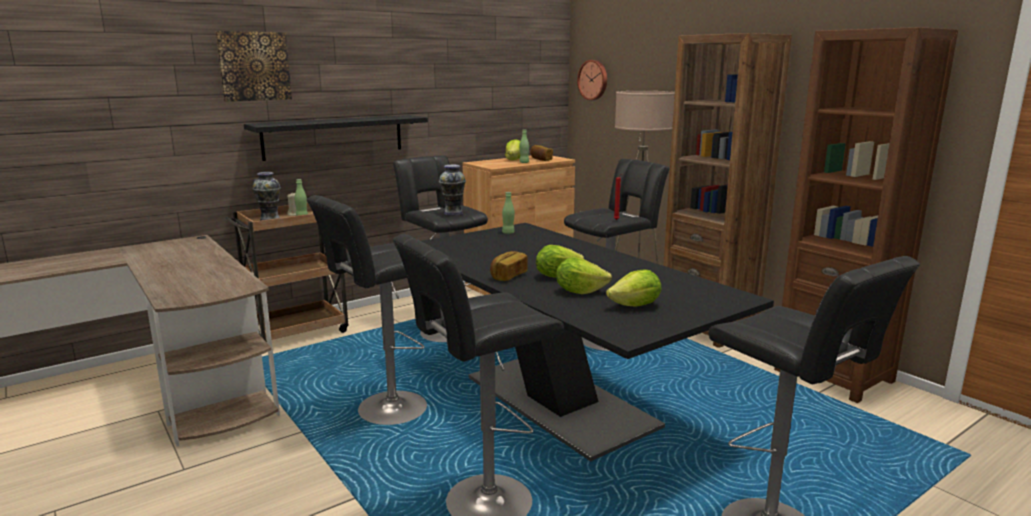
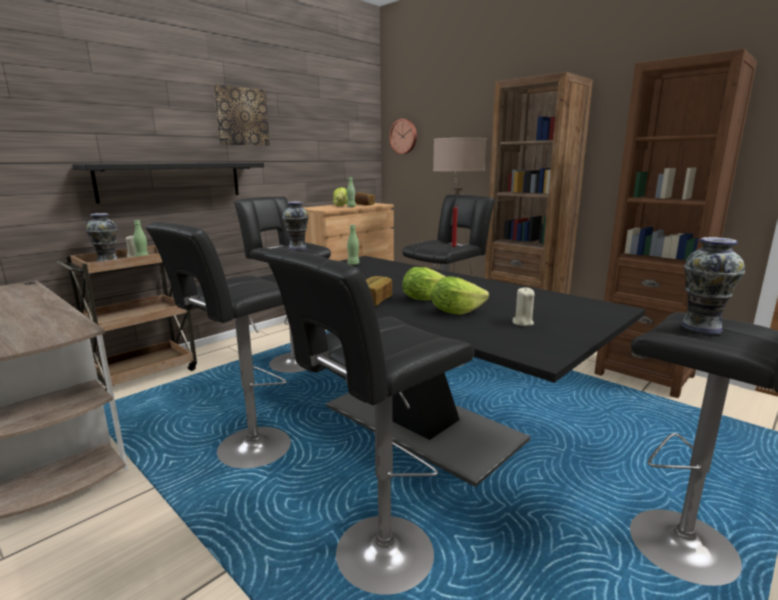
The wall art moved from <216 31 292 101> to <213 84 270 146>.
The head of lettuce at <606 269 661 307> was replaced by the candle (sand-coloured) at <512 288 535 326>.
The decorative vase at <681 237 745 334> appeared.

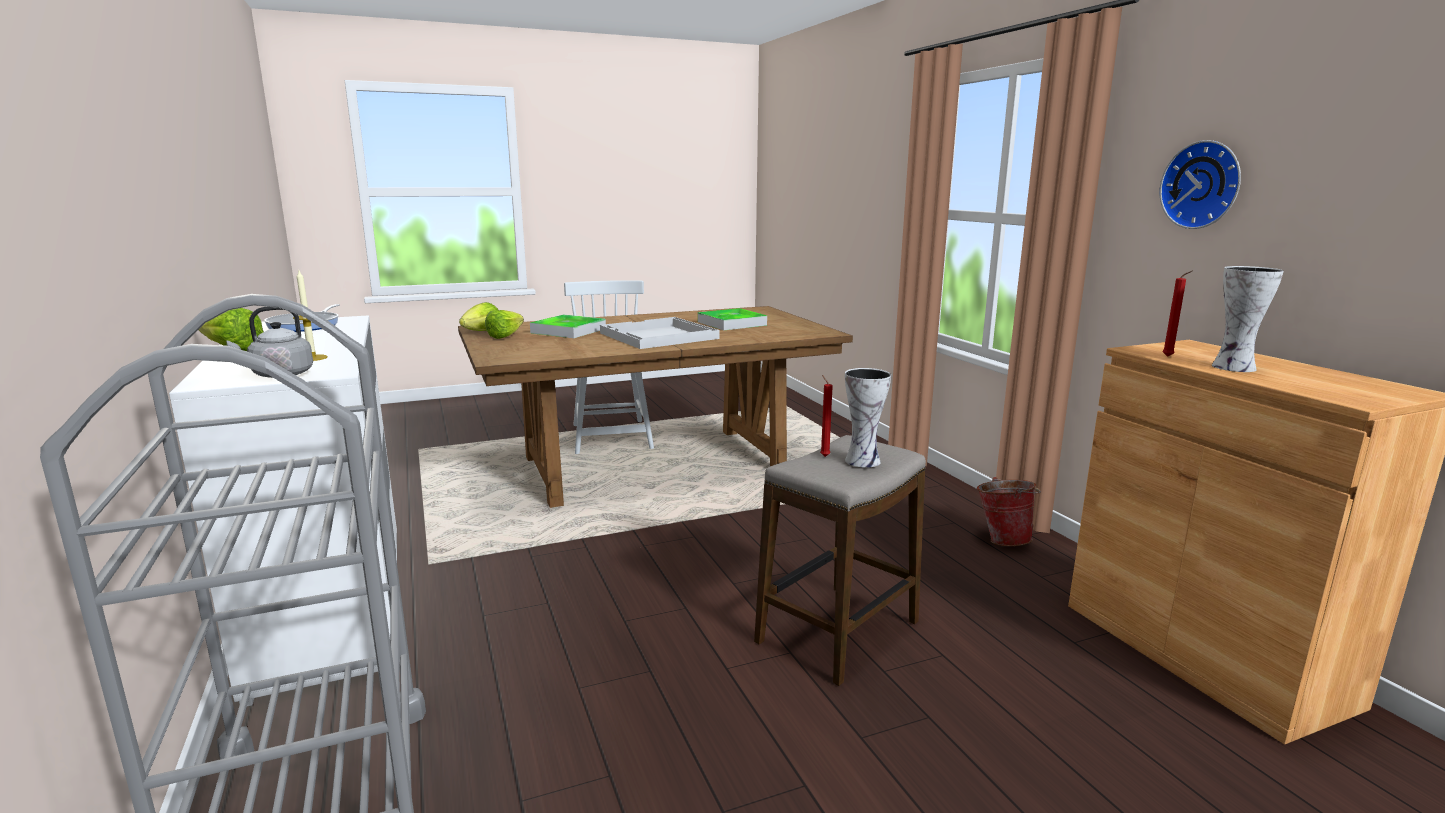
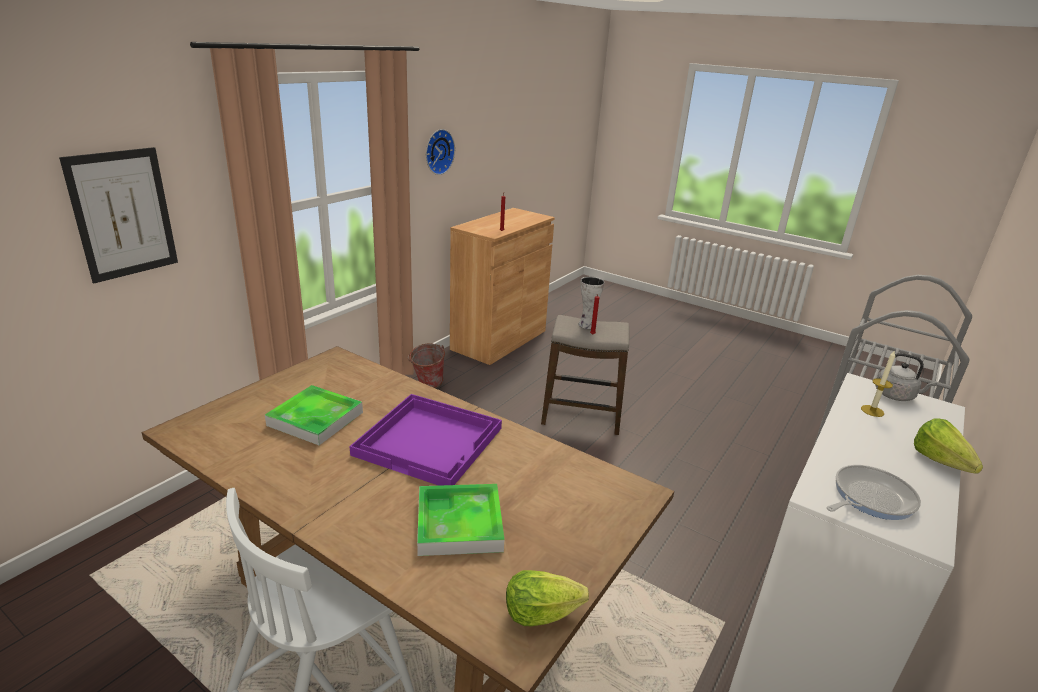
The head of lettuce at <485 310 524 339> disappeared.
The tray (whitish) at <600 317 719 349> became the tray (purple-coloured) at <350 394 502 486>.
The decorative vase at <1212 266 1284 372> disappeared.
The wall art at <59 147 178 283> appeared.

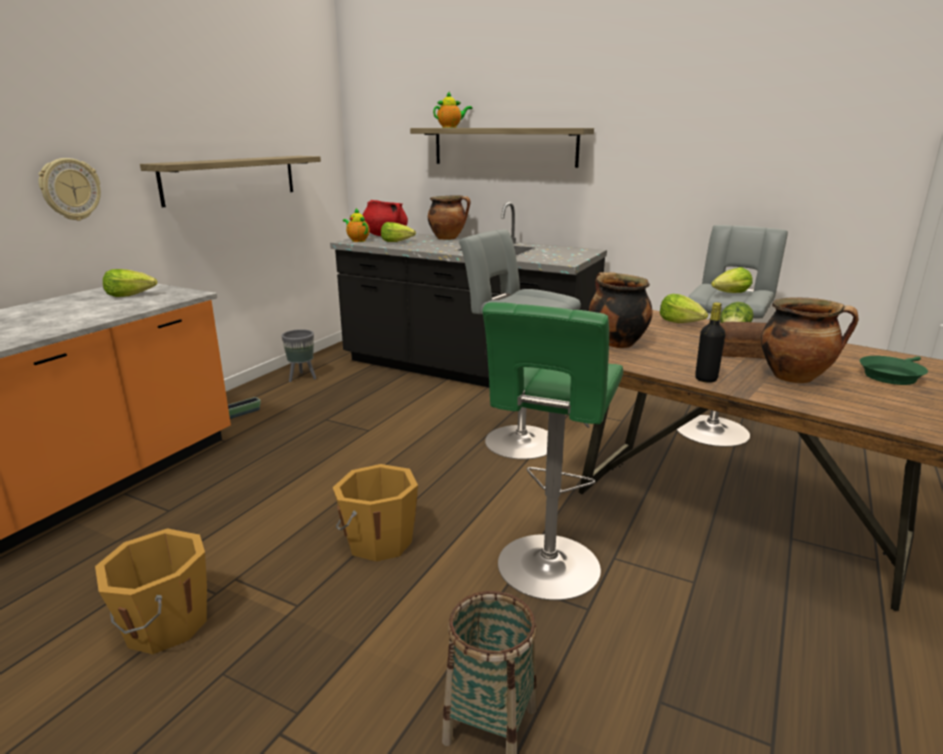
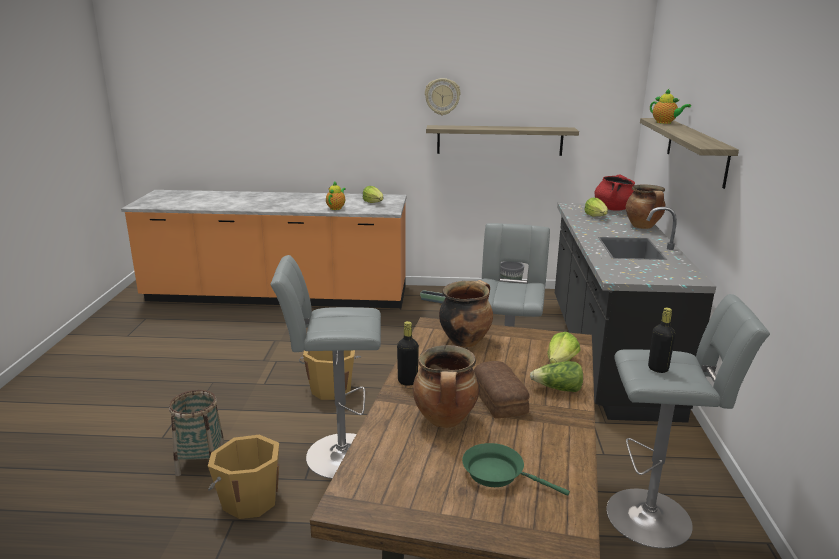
The wall clock moved from <38 158 101 221> to <425 78 461 115>.
The water bucket (orangey) moved from <95 528 207 654> to <208 435 279 519>.
The tea pot moved from <343 208 370 242> to <326 182 346 210>.
The stool (green-coloured) at <483 302 623 601> became the stool (greyish) at <270 255 381 479>.
The head of lettuce at <711 267 753 293> was replaced by the beverage bottle (black) at <648 308 676 373>.

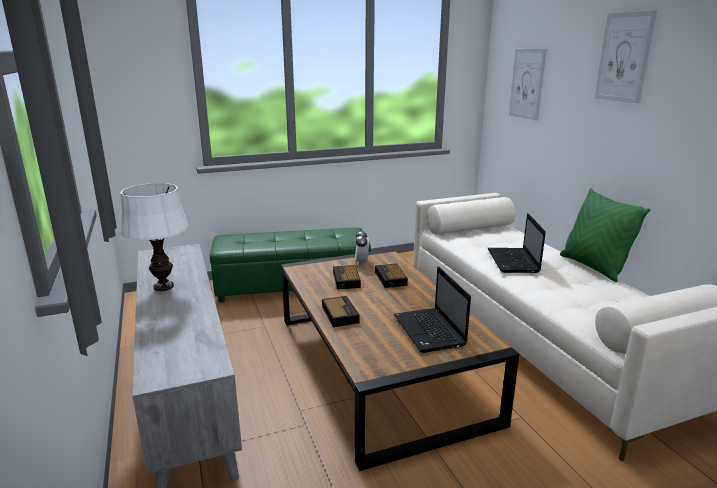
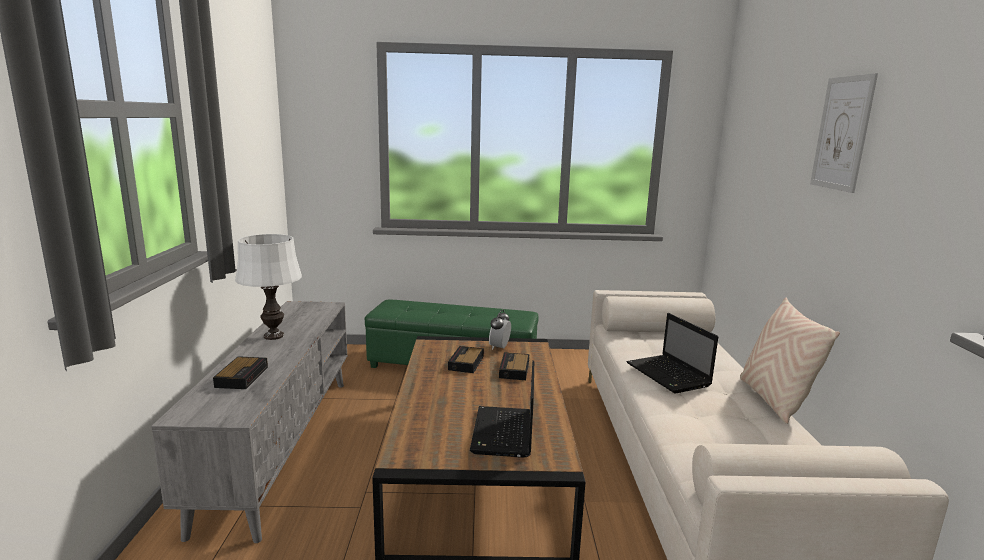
The bedside clock moved from <322 296 359 327> to <213 356 268 389>.
The notebook computer at <487 213 546 273> turned 45 degrees counterclockwise.
The wall art at <509 49 546 121> disappeared.
The throw pillow (green-coloured) at <560 188 650 282> became the throw pillow (sand-coloured) at <740 298 840 424>.

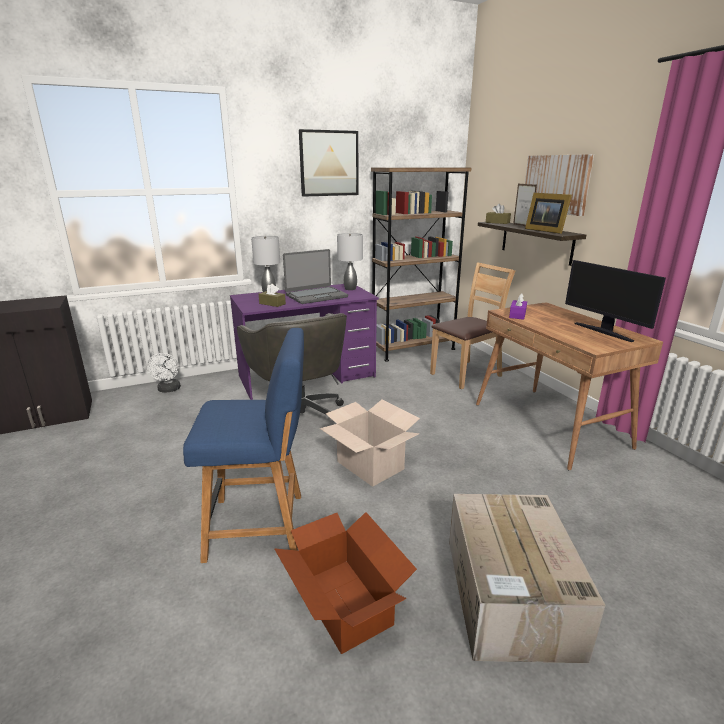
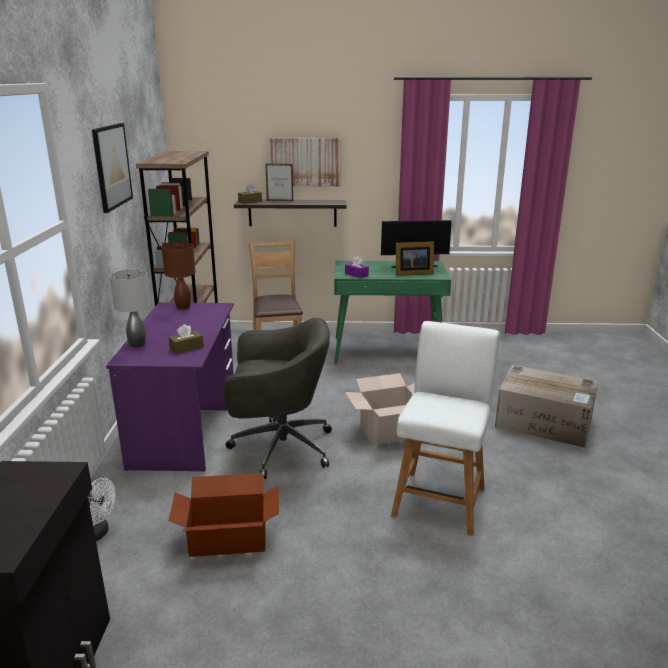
The chair (bluish) at <183 328 304 563> became the chair (whitish) at <391 321 500 536>.
The cardboard box moved from <274 512 417 654> to <169 473 279 557>.
The notebook computer at <283 249 348 304> disappeared.
The table lamp (greyish) at <337 233 363 290> became the table lamp (brown-coloured) at <162 242 196 309>.
The desk (brown-coloured) at <476 302 663 471> became the desk (green-coloured) at <334 261 451 364>.
The standing frame moved from <525 193 572 234> to <396 241 434 276>.

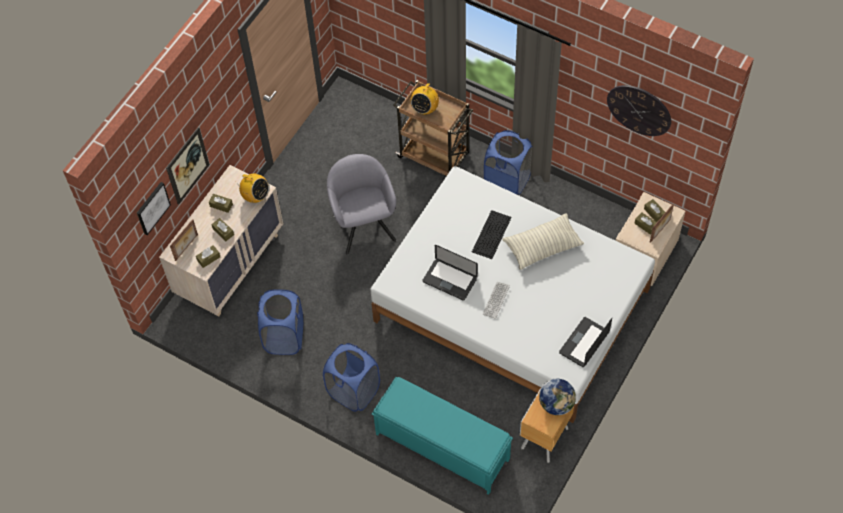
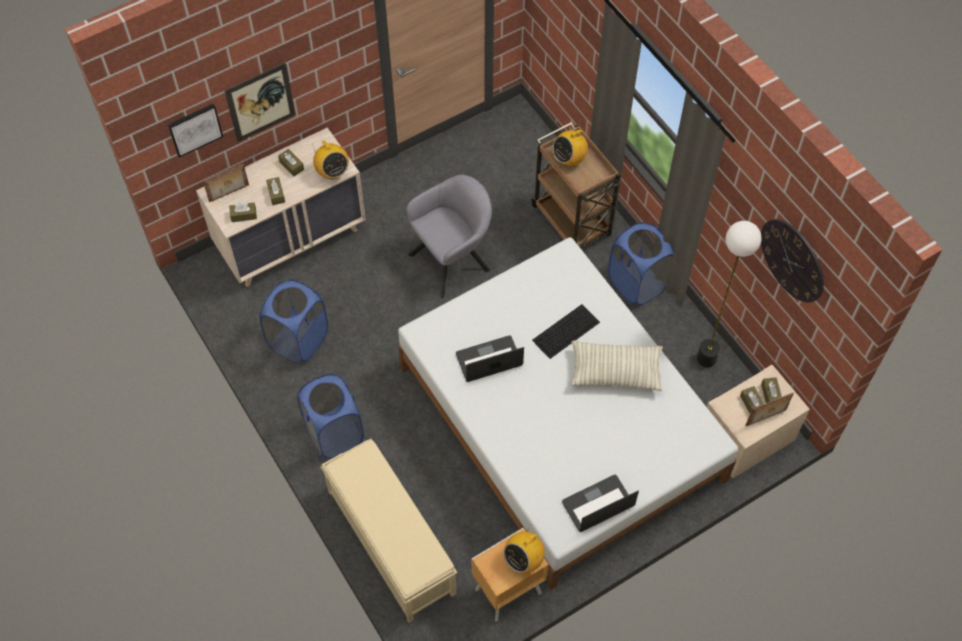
The armchair (greyish) at <327 154 396 254> turned 45 degrees clockwise.
The bench (blue-green) at <372 377 513 495> became the bench (sand-coloured) at <321 439 458 623>.
The notebook computer at <422 245 478 300> turned 105 degrees clockwise.
The computer keyboard at <482 282 510 319> disappeared.
The globe at <539 379 576 415> was replaced by the radio receiver at <504 524 545 573>.
The standard lamp at <697 221 762 367> appeared.

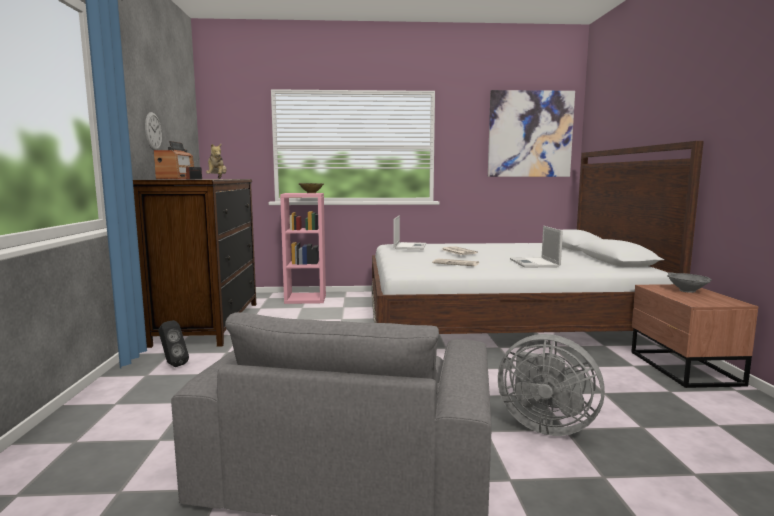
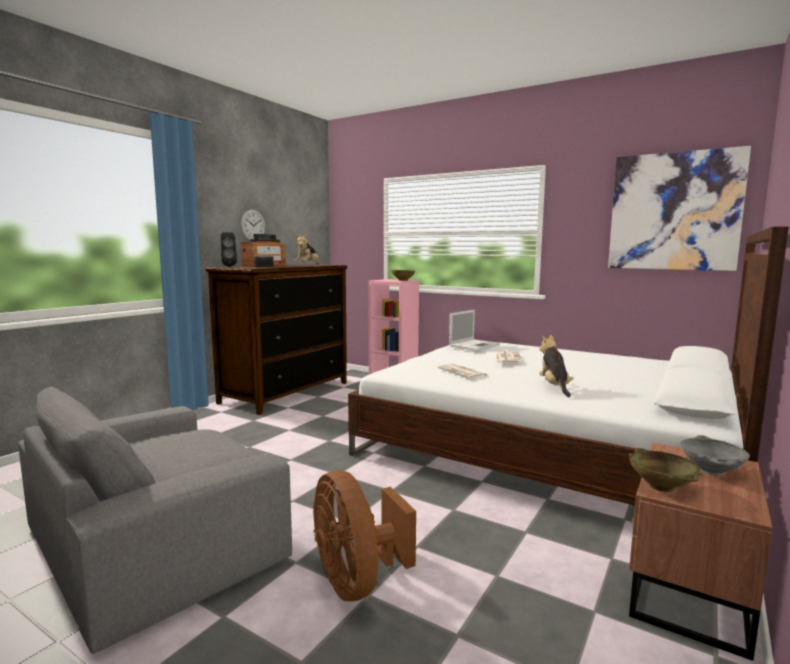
The speaker (black) moved from <158 320 189 367> to <221 232 237 267>.
The cooling fan (greyish) at <498 334 605 436> became the cooling fan (brown-coloured) at <313 470 416 601>.
The notebook computer at <510 226 563 268> was replaced by the soft toy at <539 335 574 397>.
The serving bowl (sand-coloured) at <629 448 702 492> appeared.

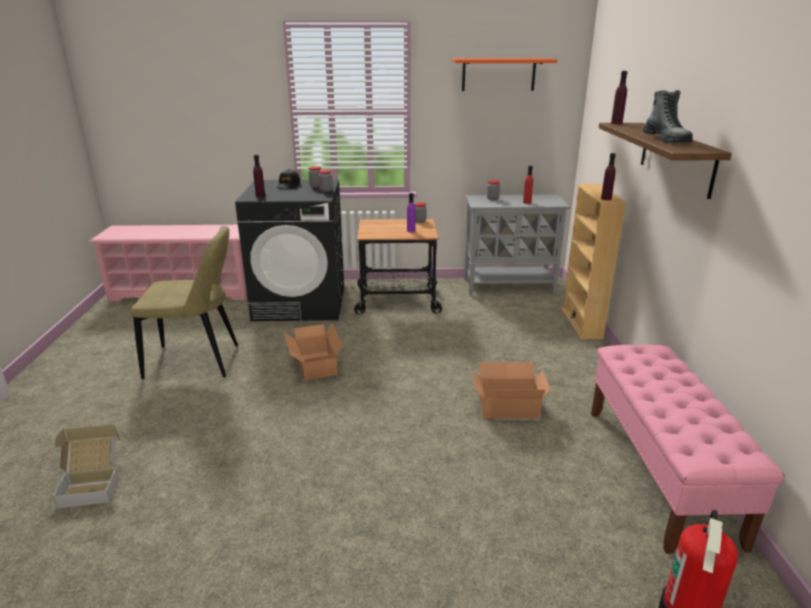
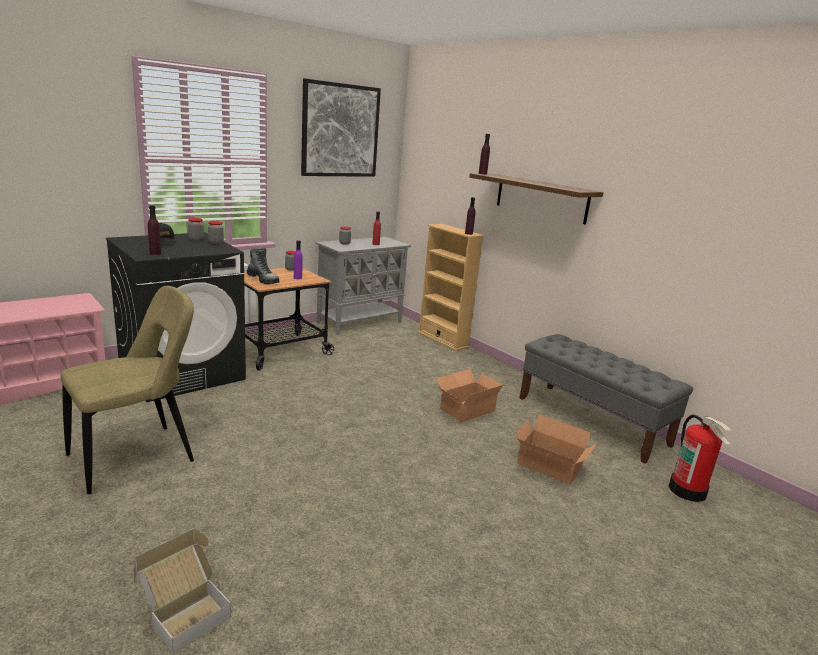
The cardboard box moved from <283 322 342 381> to <516 415 597 485>.
The bracket shelf (orangey) at <452 58 557 91> was replaced by the wall art at <301 79 381 177>.
The bench (pinkish) at <591 345 785 554> became the bench (greyish) at <519 334 693 464>.
The high-top boot moved from <643 90 693 143> to <247 248 280 284>.

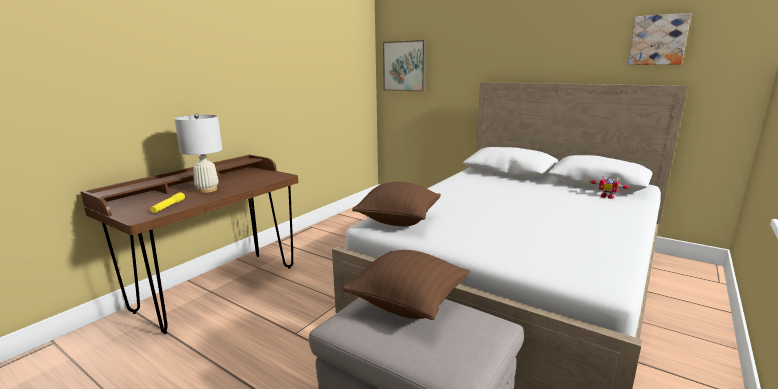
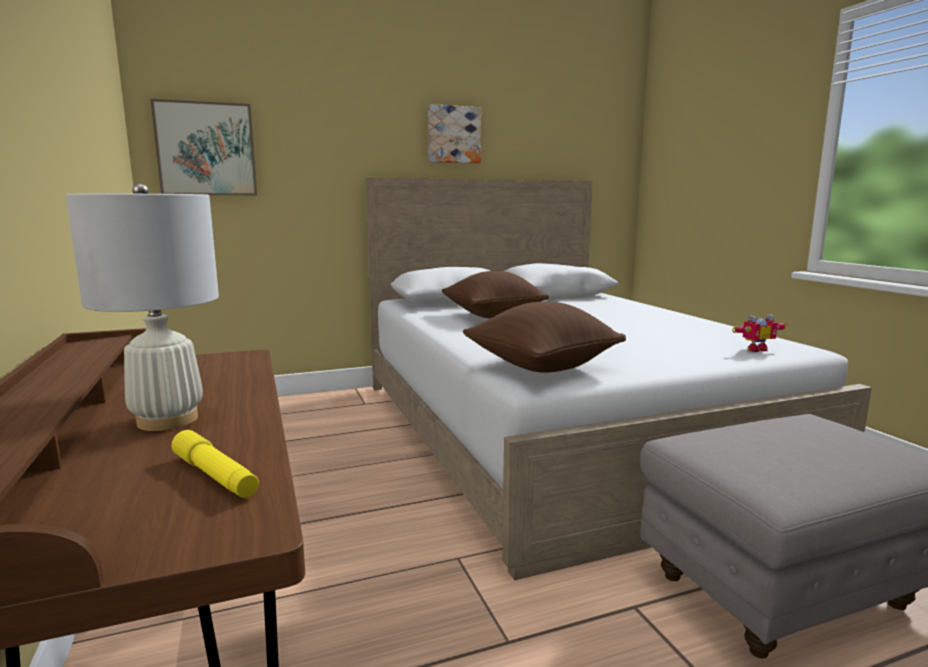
The throw pillow (brown-coloured) moved from <342 250 470 320> to <442 271 549 318>.
The robot figure moved from <589 176 631 199> to <732 314 788 352>.
The wall art moved from <628 13 692 65> to <428 104 481 163>.

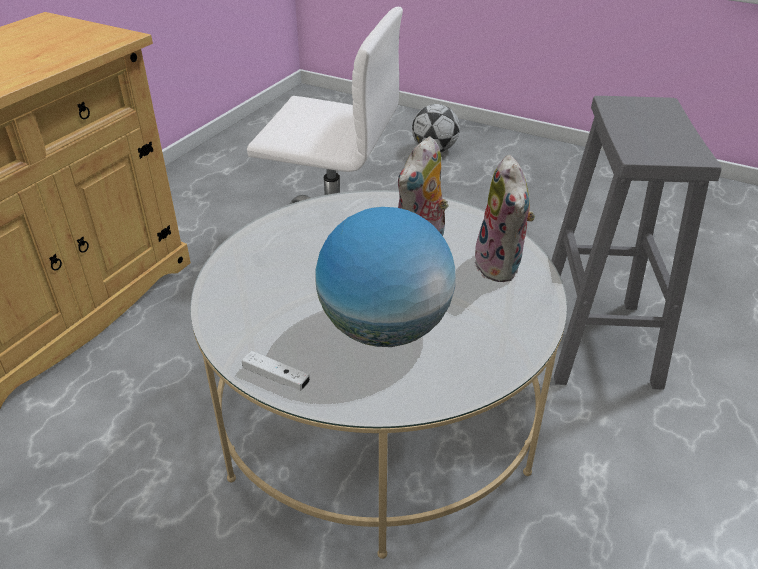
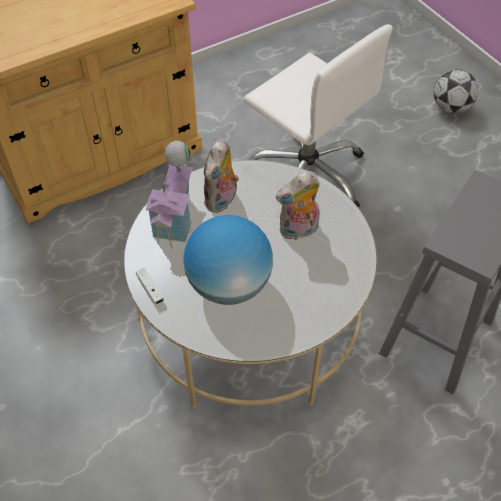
The soft toy moved from <474 155 535 282> to <204 138 239 213>.
The model house at <146 141 193 249> appeared.

